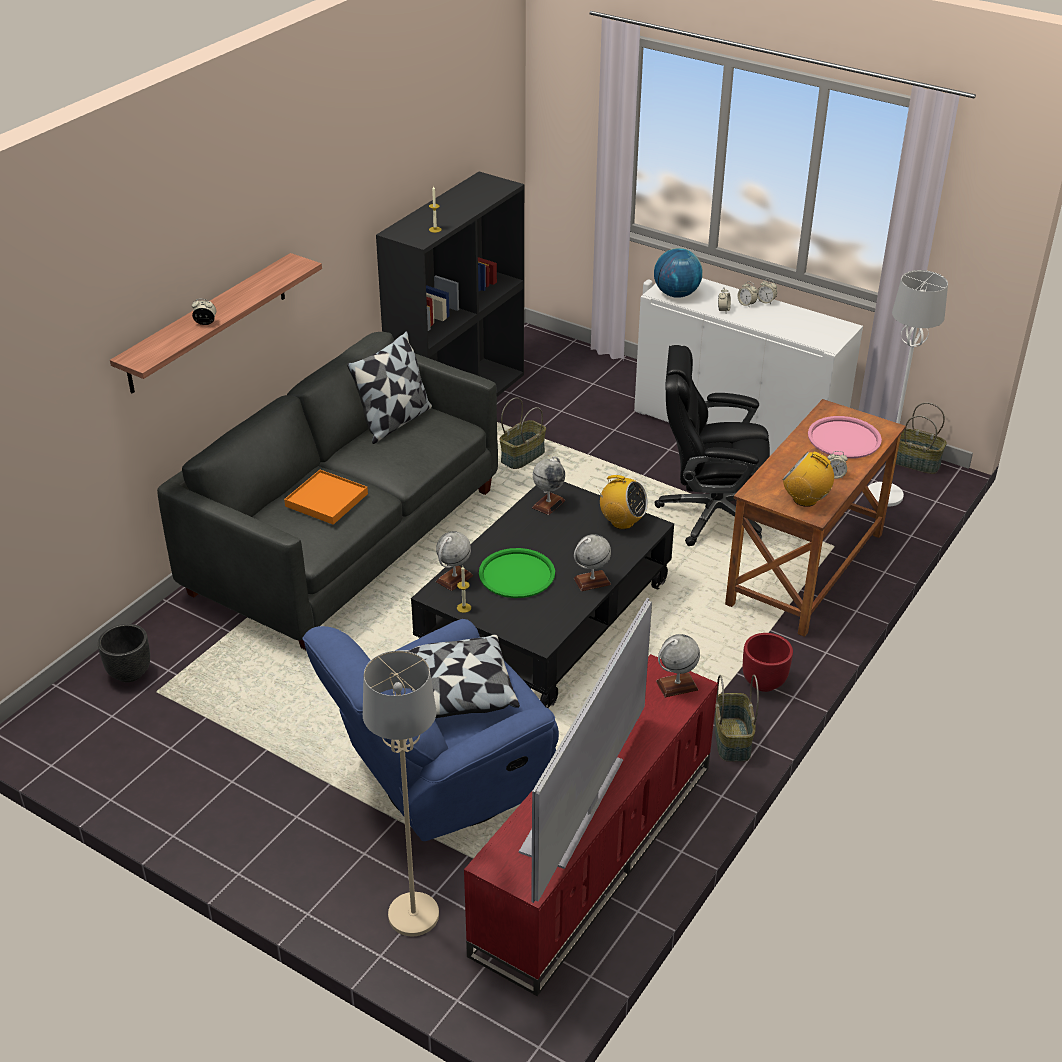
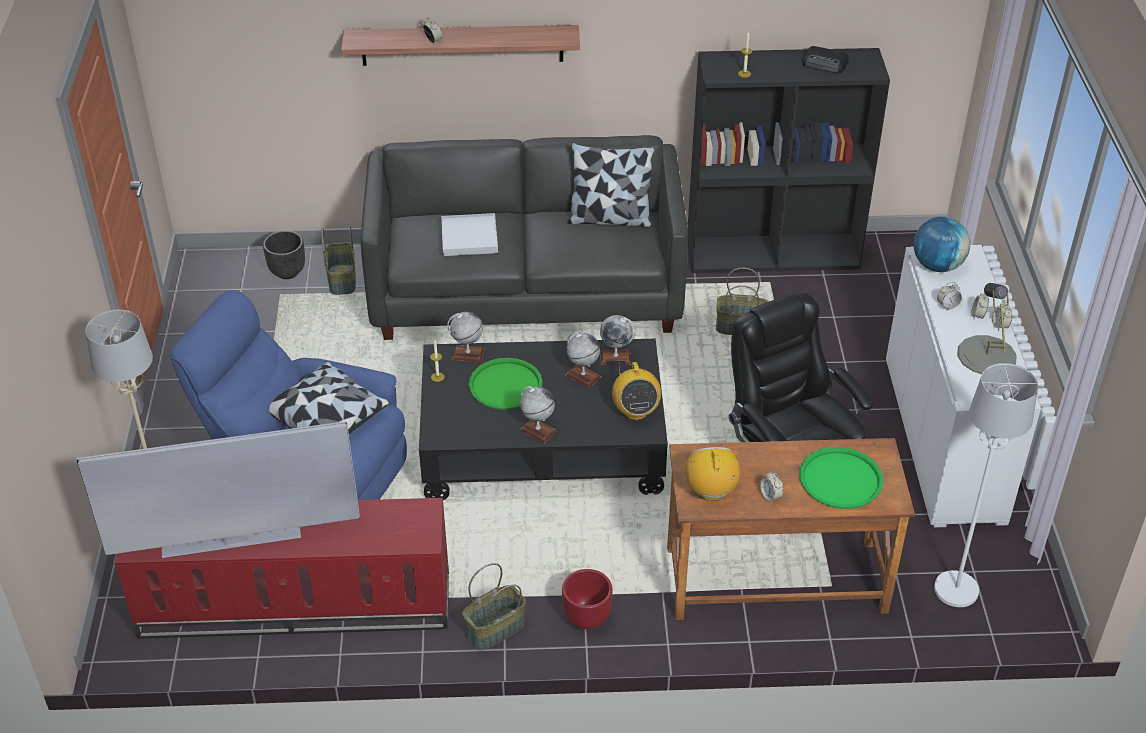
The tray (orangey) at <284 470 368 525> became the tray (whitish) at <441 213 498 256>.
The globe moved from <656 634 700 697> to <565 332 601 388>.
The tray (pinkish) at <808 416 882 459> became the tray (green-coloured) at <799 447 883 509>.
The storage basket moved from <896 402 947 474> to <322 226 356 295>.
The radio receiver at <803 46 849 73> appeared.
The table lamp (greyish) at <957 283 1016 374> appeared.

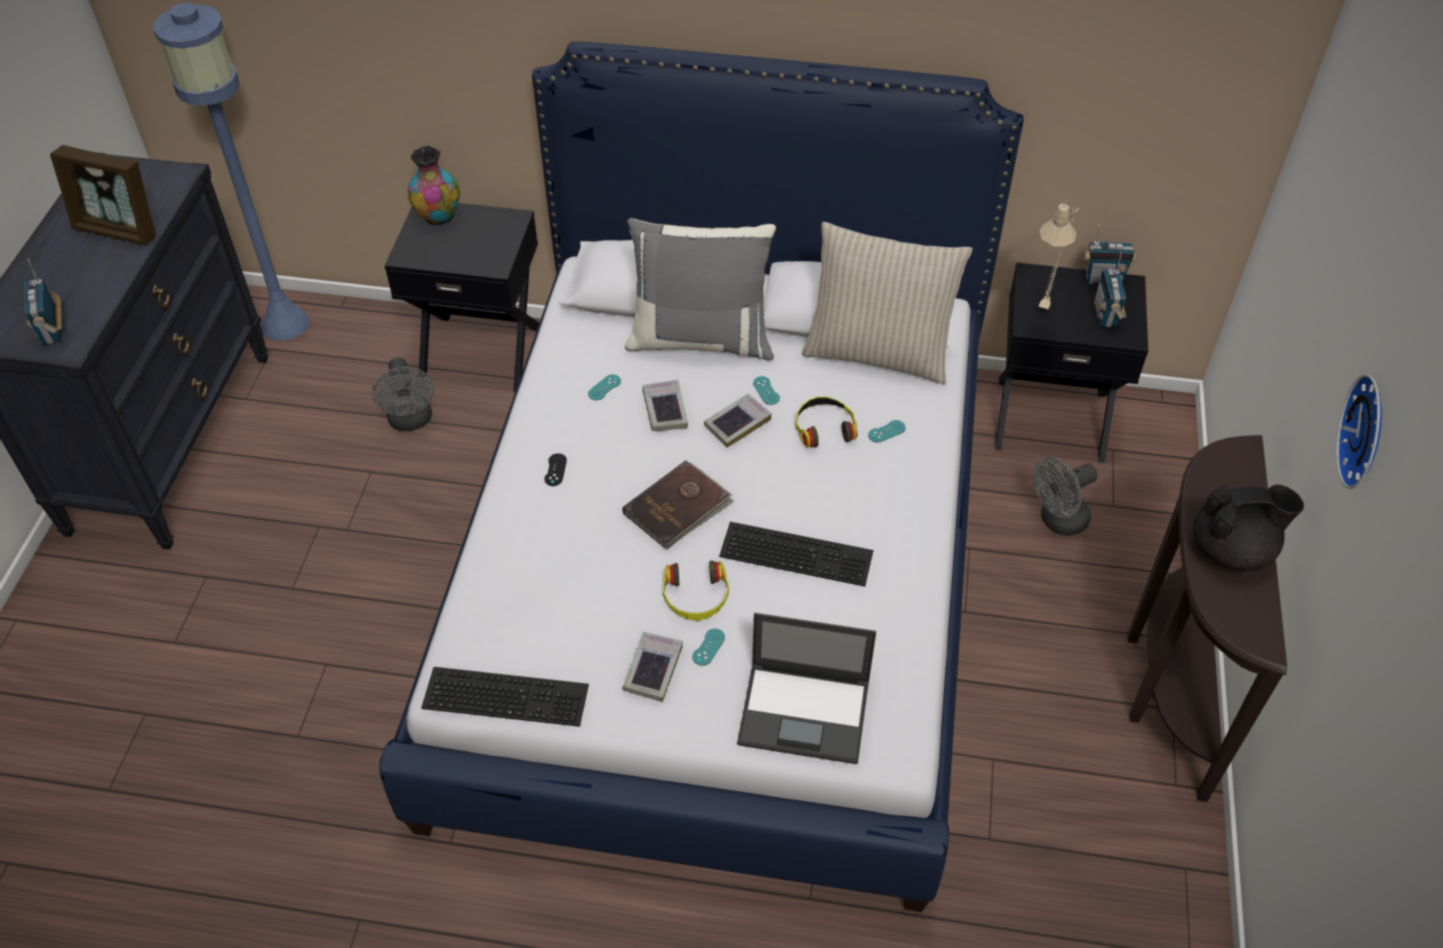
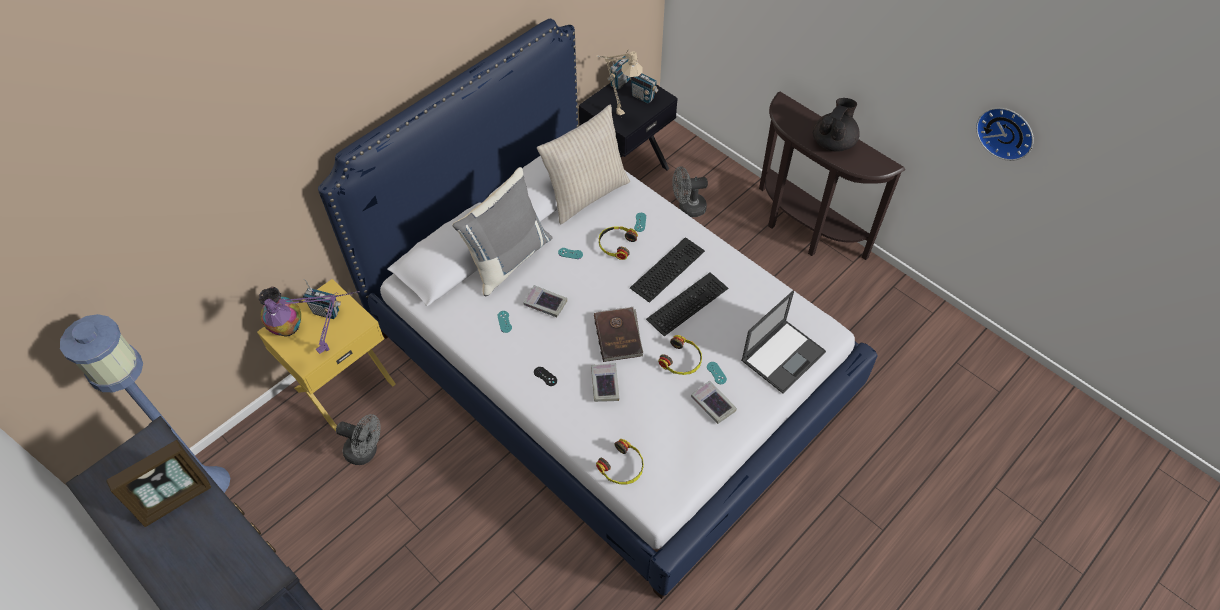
The radio receiver moved from <24 259 62 345> to <303 279 341 319>.
The bedside table (black) at <385 203 539 392> became the bedside table (yellow) at <257 279 396 431>.
The computer keyboard moved from <421 667 589 727> to <630 237 705 303>.
The book moved from <704 394 772 448> to <591 363 619 402>.
The cooling fan (greyish) at <1034 456 1098 536> turned 75 degrees clockwise.
The wall clock moved from <1336 374 1382 489> to <976 108 1034 161>.
The table lamp (purple-coloured) at <265 291 359 354> appeared.
The pair of headphones at <596 439 644 485> appeared.

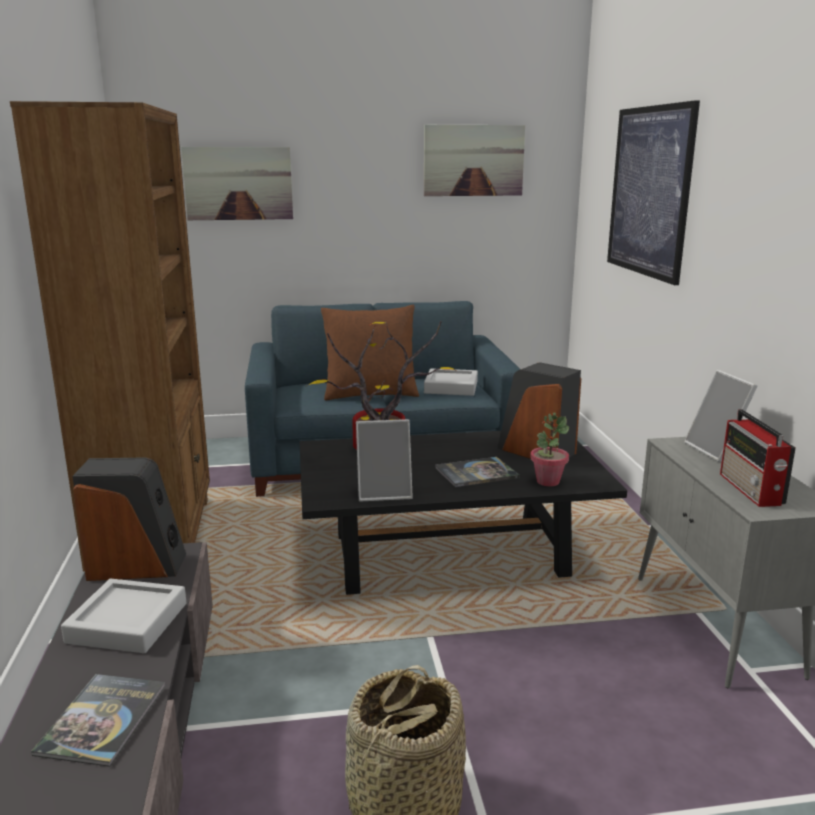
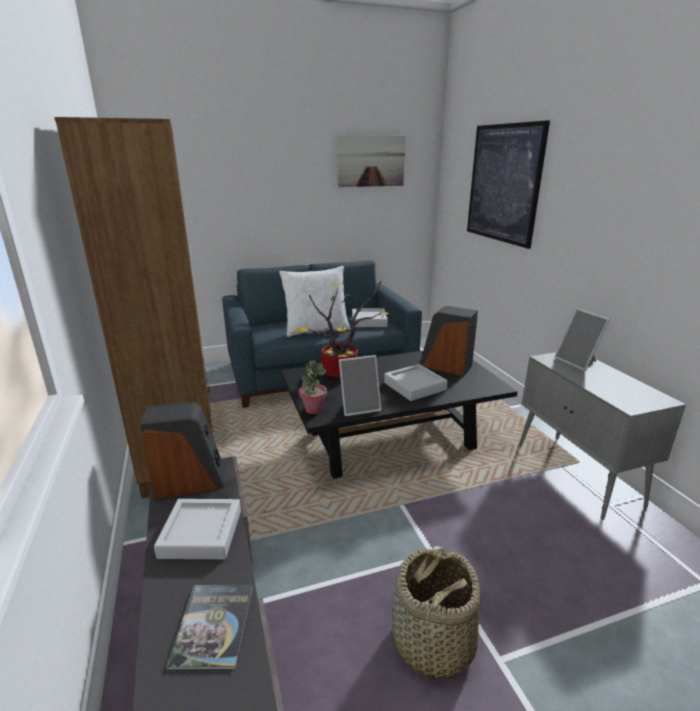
The wall art at <181 147 293 220> disappeared.
The throw pillow (brown-coloured) at <321 305 419 400> became the throw pillow (whitish) at <279 266 351 337>.
The book at <435 457 520 487> was replaced by the tray (greyish) at <384 364 448 401>.
The plant in a pot moved from <530 413 569 486> to <299 360 327 414>.
The radio receiver at <720 409 796 507> disappeared.

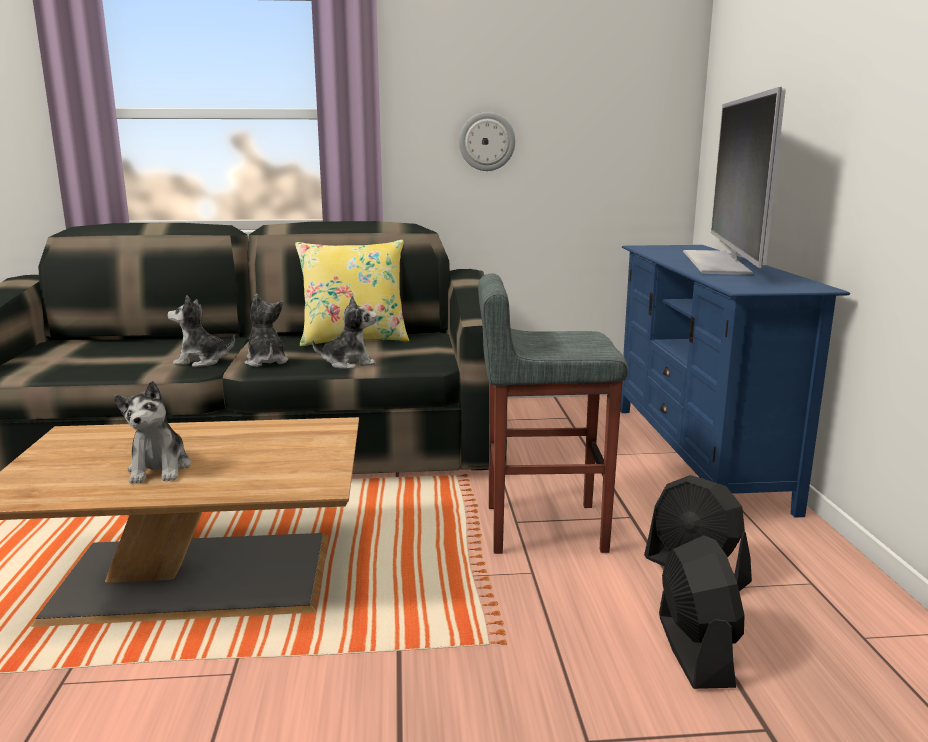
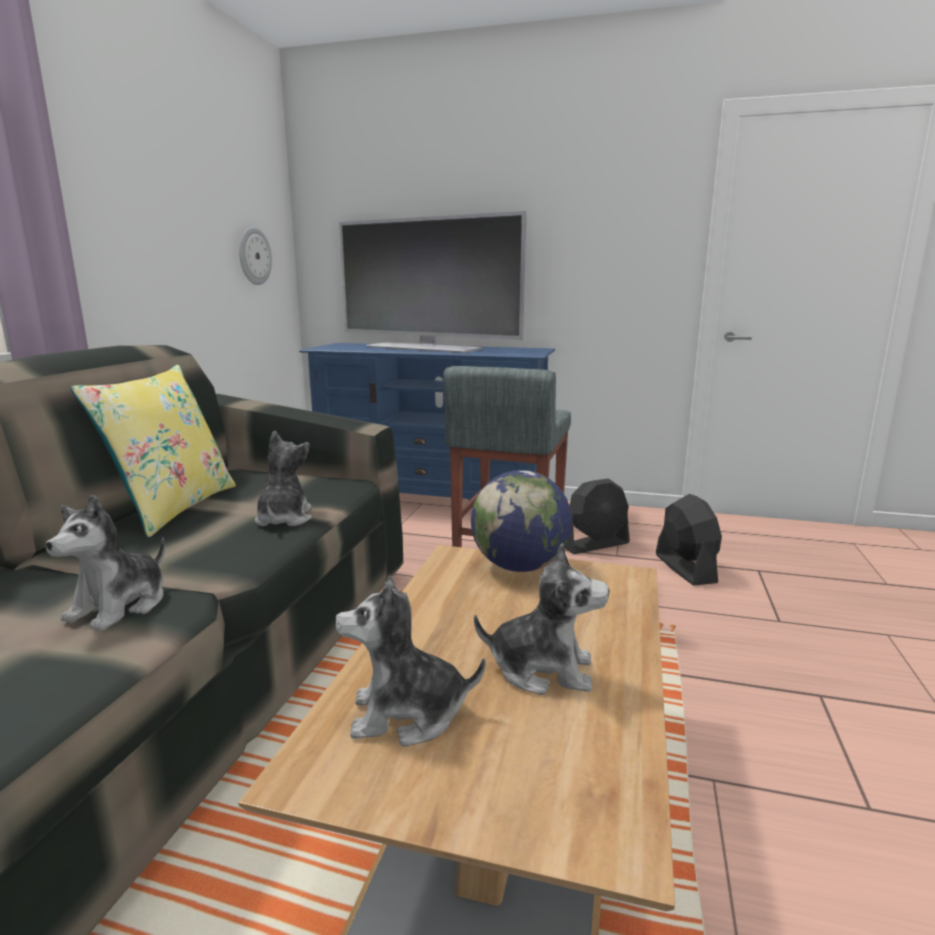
The soft toy moved from <244 294 288 367> to <335 576 485 747>.
The wall clock moved from <459 112 515 171> to <239 227 272 285>.
The cooling fan (black) at <659 535 745 689> turned 60 degrees clockwise.
The globe at <471 470 572 572> appeared.

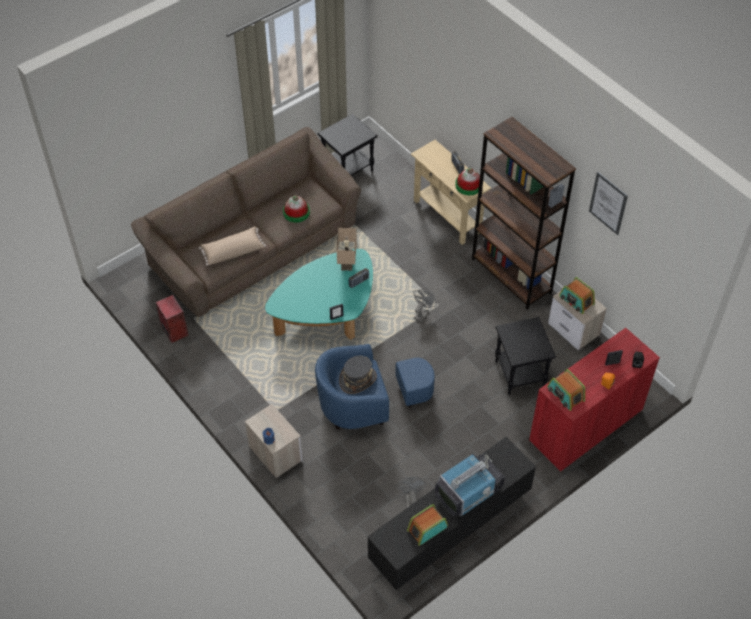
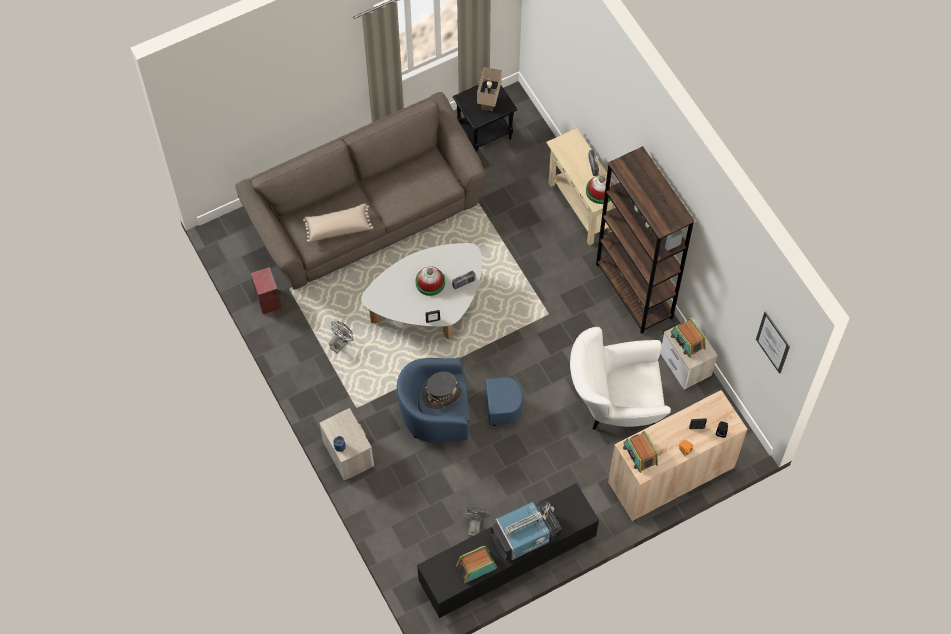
The coffee table (blue-green) at <265 249 373 339> became the coffee table (whitish) at <361 243 482 339>.
The wearable hat moved from <283 195 310 222> to <416 266 445 296>.
The table lamp (sand-coloured) moved from <337 228 357 271> to <477 67 502 111>.
The cooling fan (greyish) moved from <413 289 437 322> to <329 321 353 354>.
The end table (black) at <495 317 556 395> was replaced by the armchair (whitish) at <570 327 671 430>.
The storage cabinet (red-coloured) at <529 328 660 472> became the storage cabinet (sand-coloured) at <608 390 747 521>.
The wall art moved from <589 172 628 235> to <756 311 790 374>.

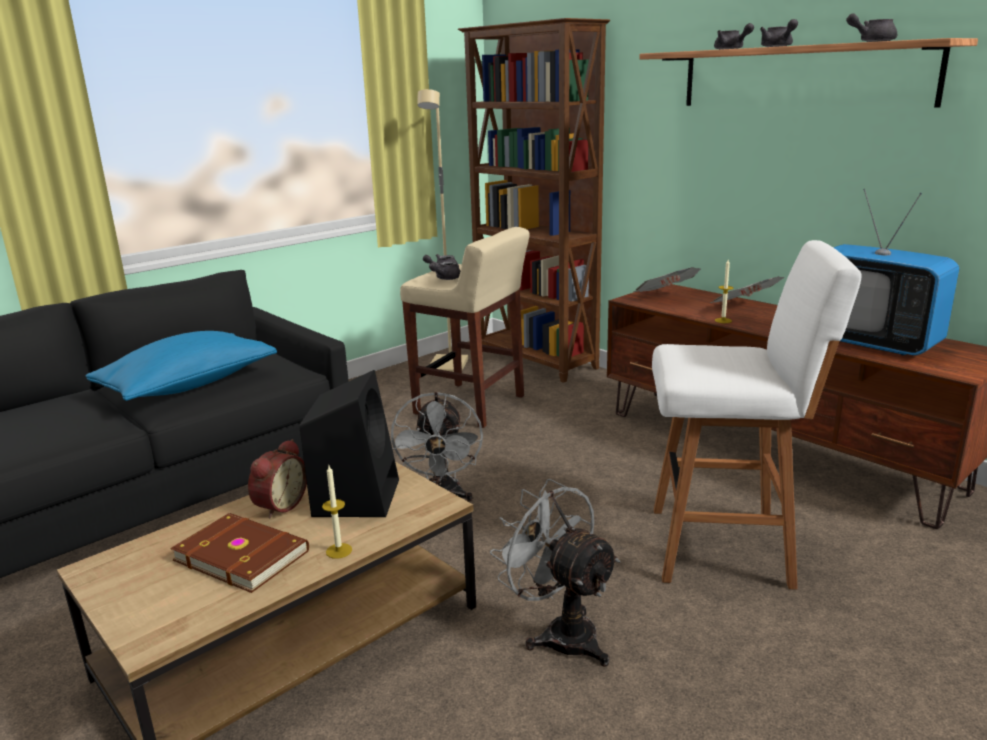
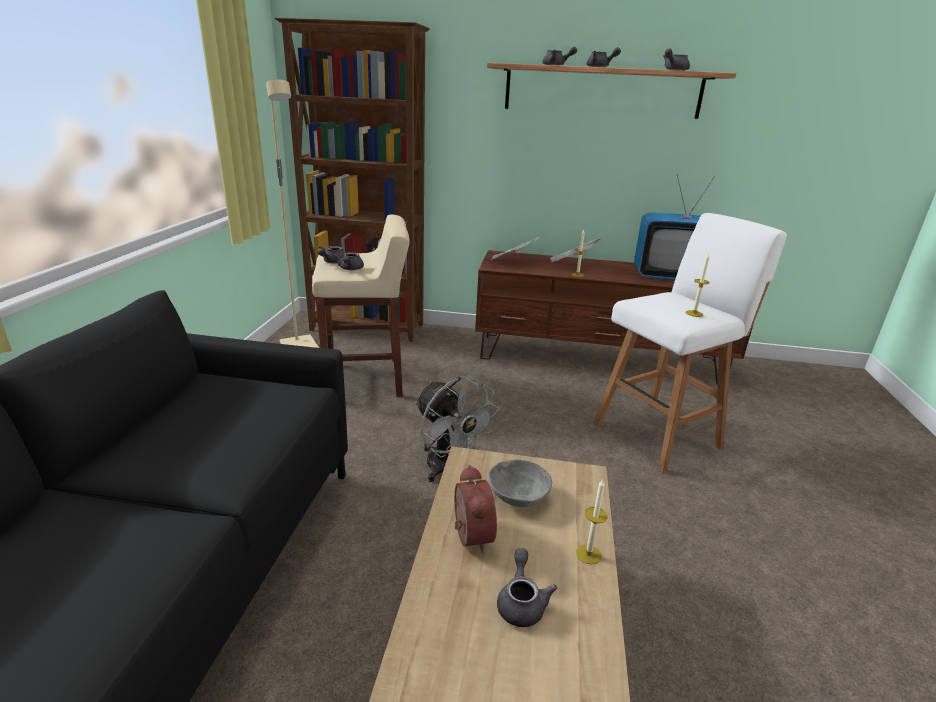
The throw pillow (bluish) at <86 331 277 401> disappeared.
The book (brown-coloured) at <170 513 309 593> was replaced by the tea pot (greyish) at <497 548 557 627>.
The speaker (black) at <300 370 399 517> was replaced by the serving bowl (greyish) at <488 459 552 507>.
The cooling fan (greyish) at <490 479 620 667> disappeared.
The candle at <686 253 710 317> appeared.

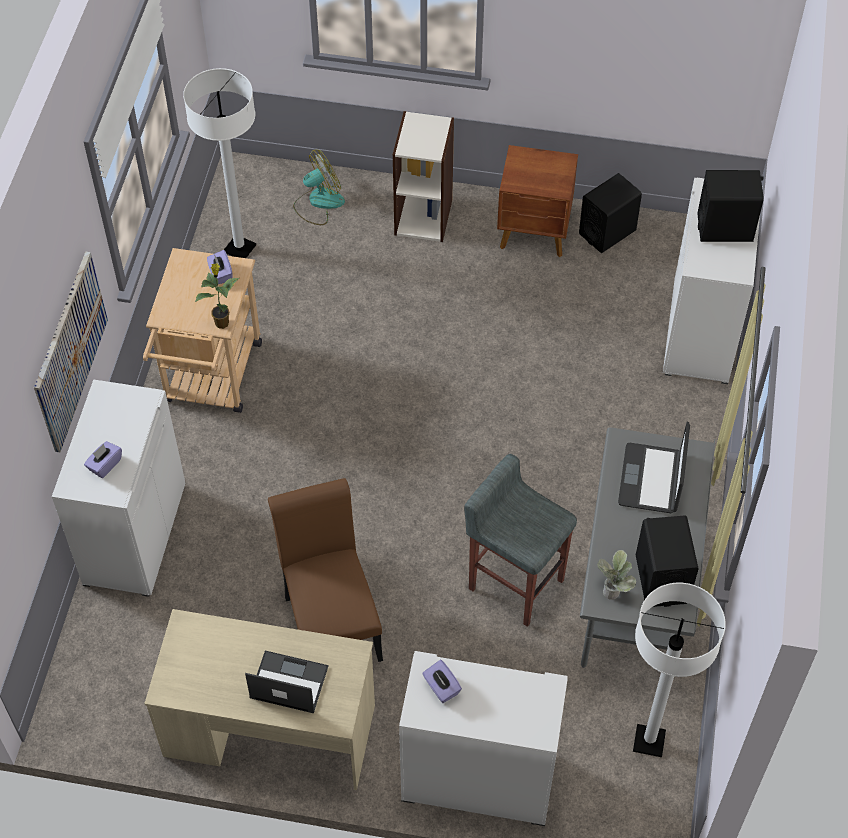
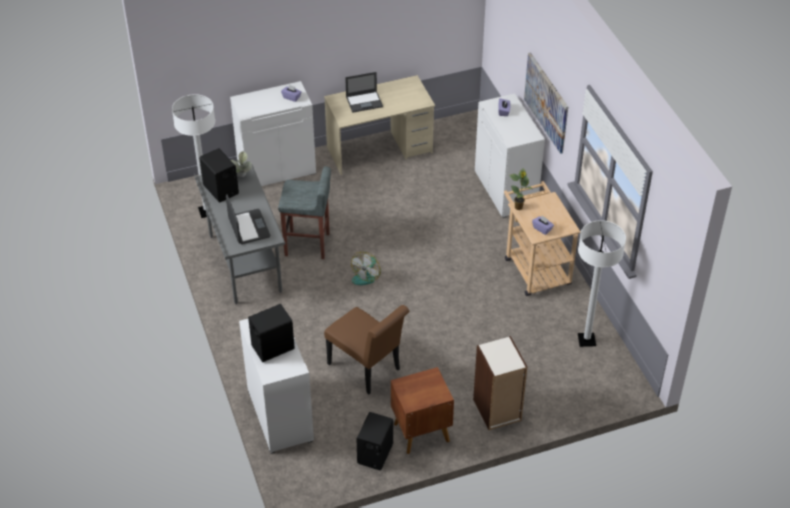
The chair (brown-coloured) moved from <268 478 383 662> to <324 305 409 394>.
The cooling fan moved from <293 150 345 225> to <351 252 381 285>.

